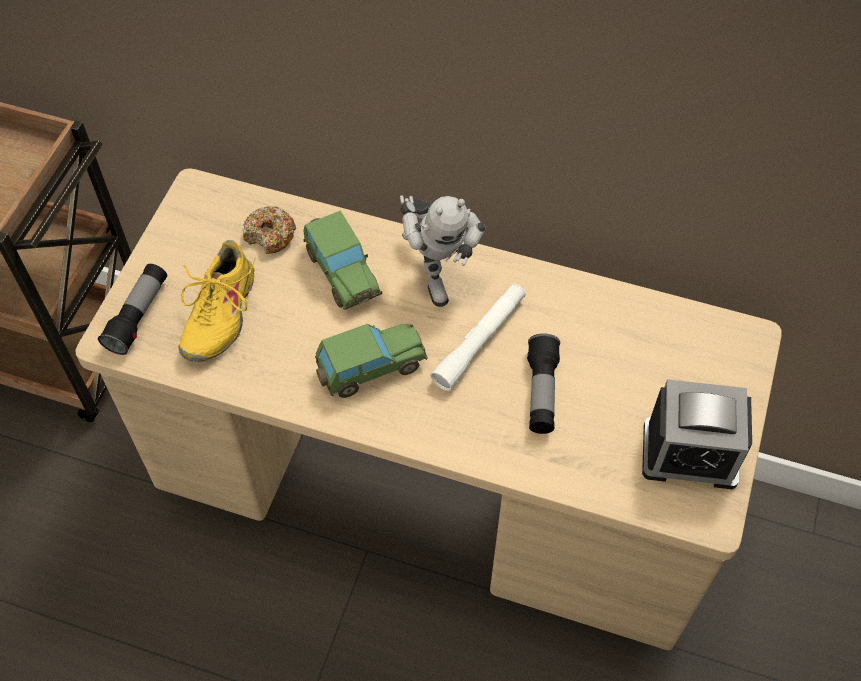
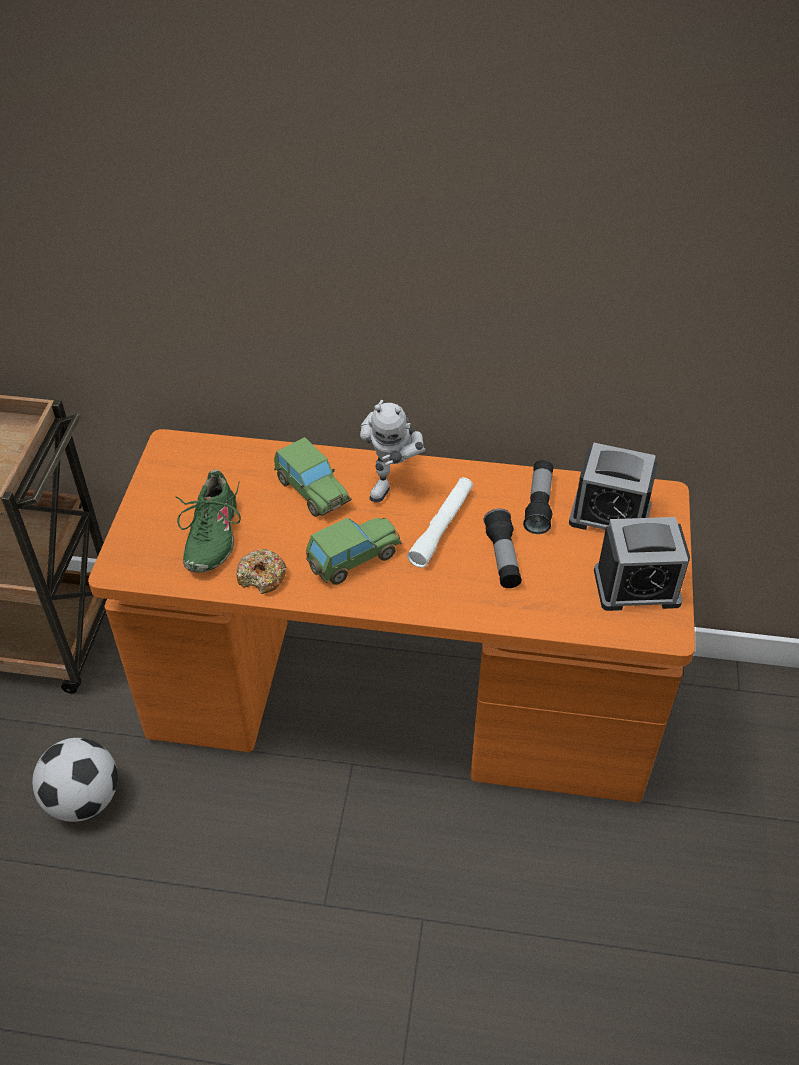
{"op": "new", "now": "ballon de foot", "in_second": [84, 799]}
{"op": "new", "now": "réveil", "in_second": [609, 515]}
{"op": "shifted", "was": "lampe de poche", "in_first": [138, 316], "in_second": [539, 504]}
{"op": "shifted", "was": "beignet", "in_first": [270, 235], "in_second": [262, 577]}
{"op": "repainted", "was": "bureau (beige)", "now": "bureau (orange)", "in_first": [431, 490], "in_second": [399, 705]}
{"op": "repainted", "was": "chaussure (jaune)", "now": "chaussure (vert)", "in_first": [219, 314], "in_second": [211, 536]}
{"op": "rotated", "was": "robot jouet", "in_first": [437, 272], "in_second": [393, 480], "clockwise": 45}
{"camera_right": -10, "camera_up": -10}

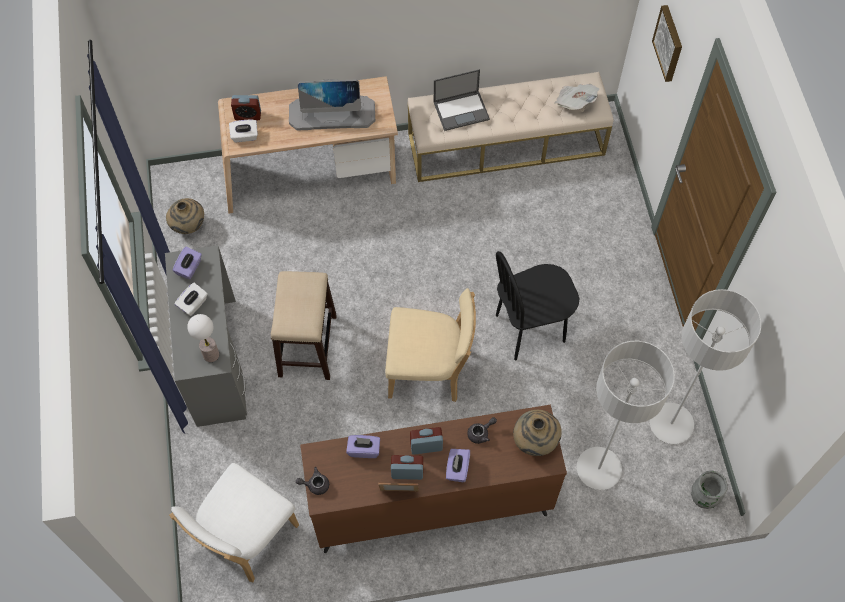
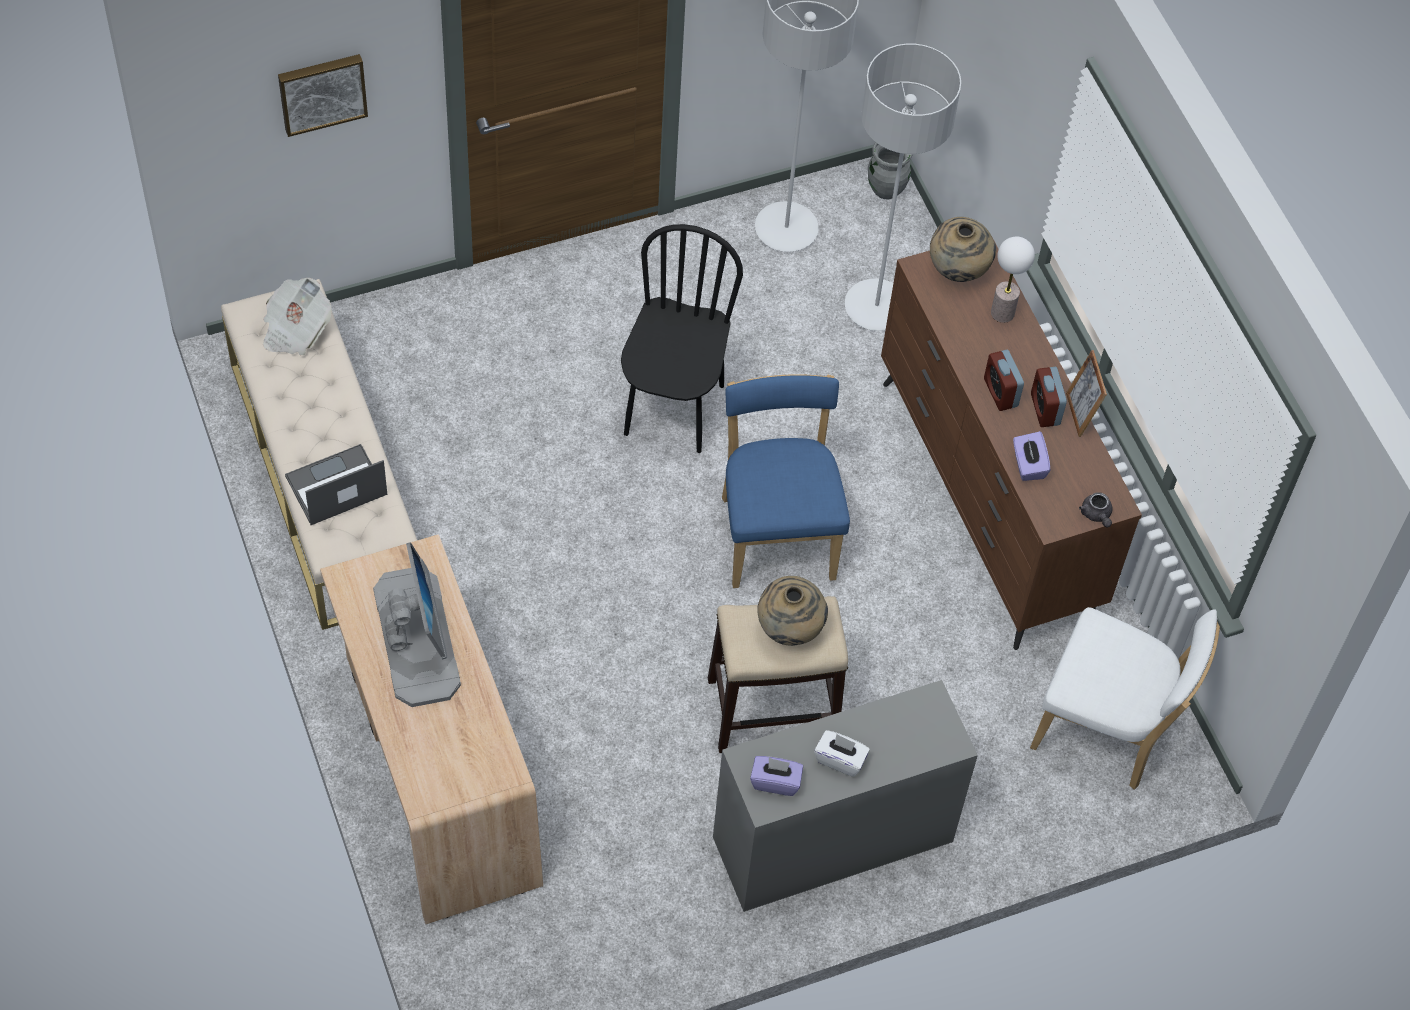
{"op": "gone", "was": "boîte à mouchoirs (blanc)", "in_first": [245, 136]}
{"op": "gone", "was": "réveil", "in_first": [247, 115]}
{"op": "gone", "was": "boîte à mouchoirs (violet)", "in_first": [457, 469]}
{"op": "gone", "was": "théière (gris)", "in_first": [481, 433]}
{"op": "shifted", "was": "vase (beige)", "in_first": [189, 227], "in_second": [790, 630]}
{"op": "shifted", "was": "lampe de table", "in_first": [211, 355], "in_second": [1003, 313]}
{"op": "repainted", "was": "chaise (beige)", "now": "chaise (bleu)", "in_first": [429, 371], "in_second": [777, 532]}
{"op": "rotated", "was": "ordinateur portable", "in_first": [462, 110], "in_second": [335, 486], "clockwise": -90}
{"op": "rotated", "was": "chaise (noir)", "in_first": [530, 329], "in_second": [673, 409], "clockwise": -135}
{"camera_right": -105, "camera_up": -5}

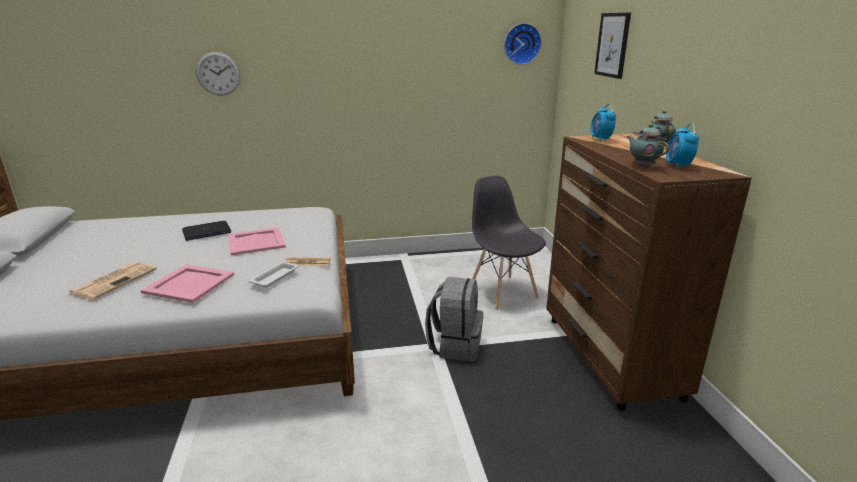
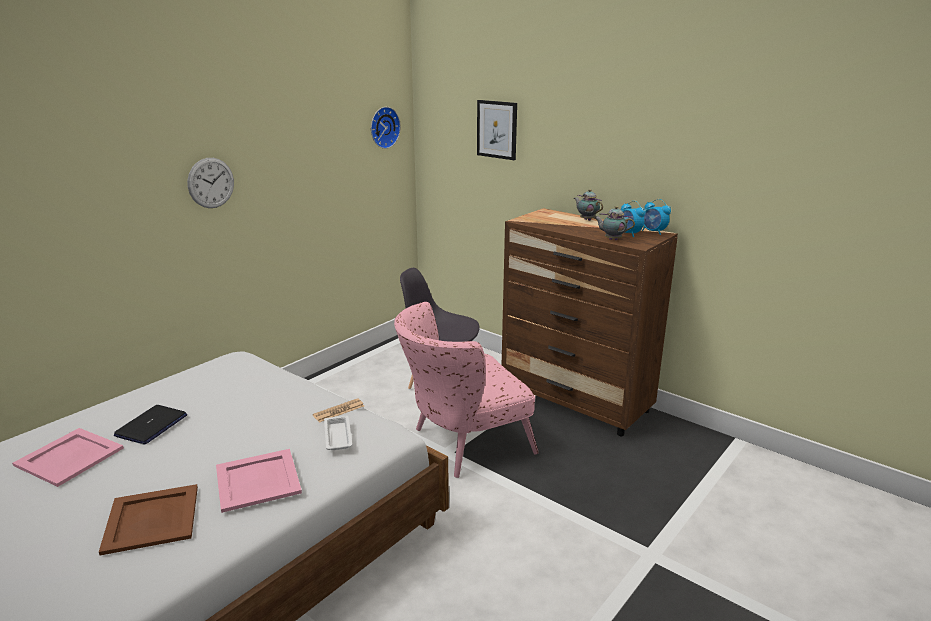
{"op": "shifted", "was": "horloge murale", "in_first": [218, 74], "in_second": [211, 183]}
{"op": "shifted", "was": "plateau (rose)", "in_first": [255, 242], "in_second": [69, 457]}
{"op": "shifted", "was": "réveil", "in_first": [600, 139], "in_second": [653, 232]}
{"op": "swapped", "was": "journal", "now": "plateau (marron)", "in_first": [115, 280], "in_second": [151, 518]}
{"op": "swapped", "was": "sac à dos (gris)", "now": "fauteuil (rose)", "in_first": [455, 345], "in_second": [461, 444]}
{"camera_right": -40, "camera_up": 0}

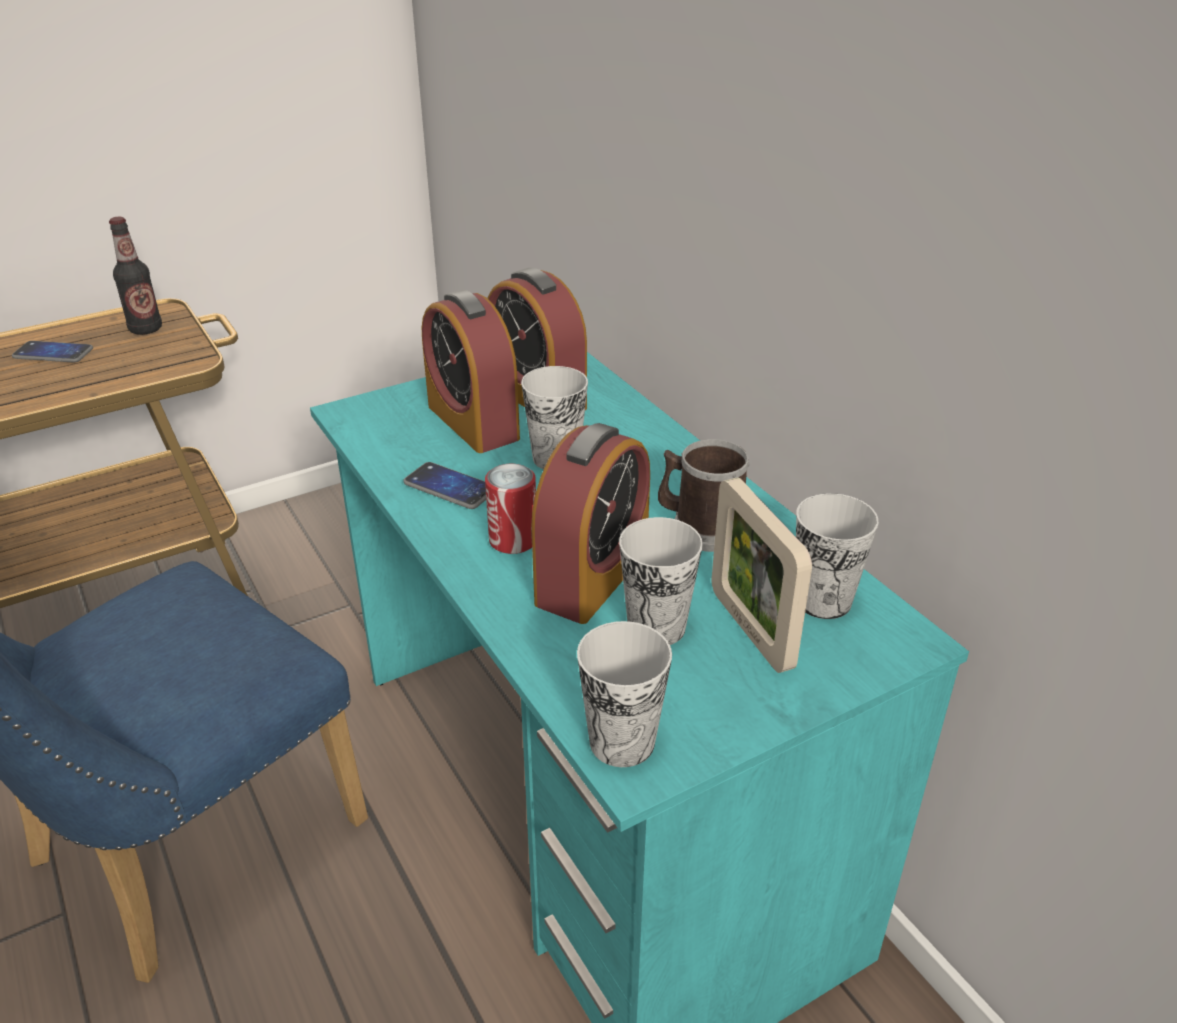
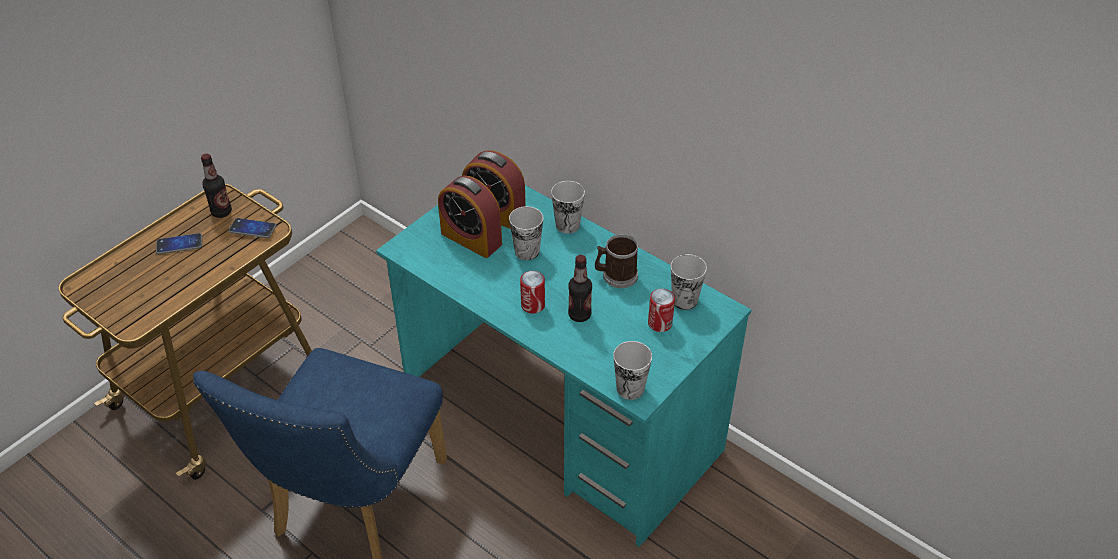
{"op": "shifted", "was": "téléphone", "in_first": [450, 487], "in_second": [252, 229]}
{"op": "shifted", "was": "tasse", "in_first": [656, 627], "in_second": [567, 225]}
{"op": "swapped", "was": "réveil", "now": "bouteille", "in_first": [592, 576], "in_second": [579, 315]}
{"op": "swapped", "was": "cadre photo", "now": "boîte métallique", "in_first": [751, 629], "in_second": [660, 323]}
{"camera_right": -20, "camera_up": 10}

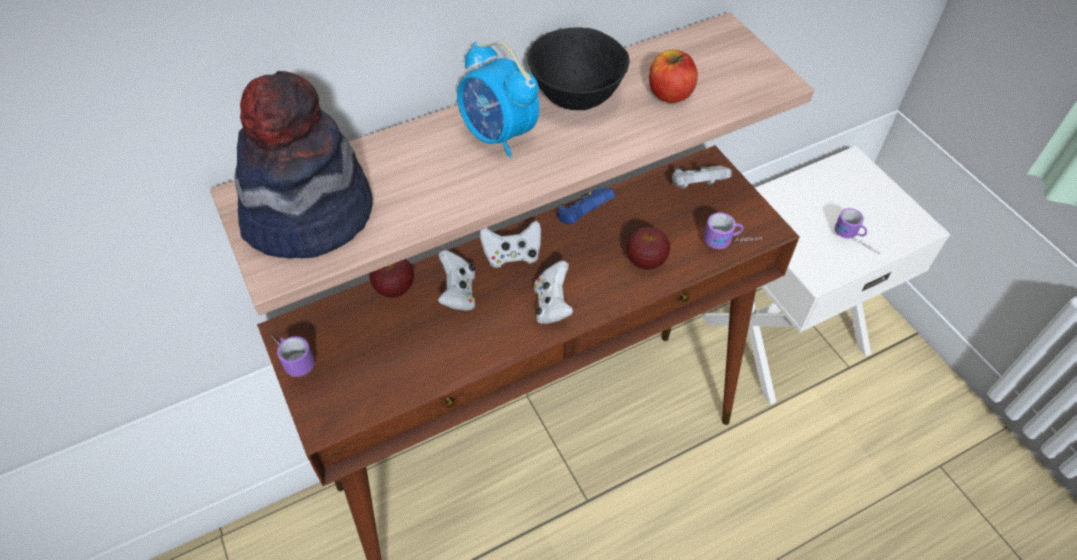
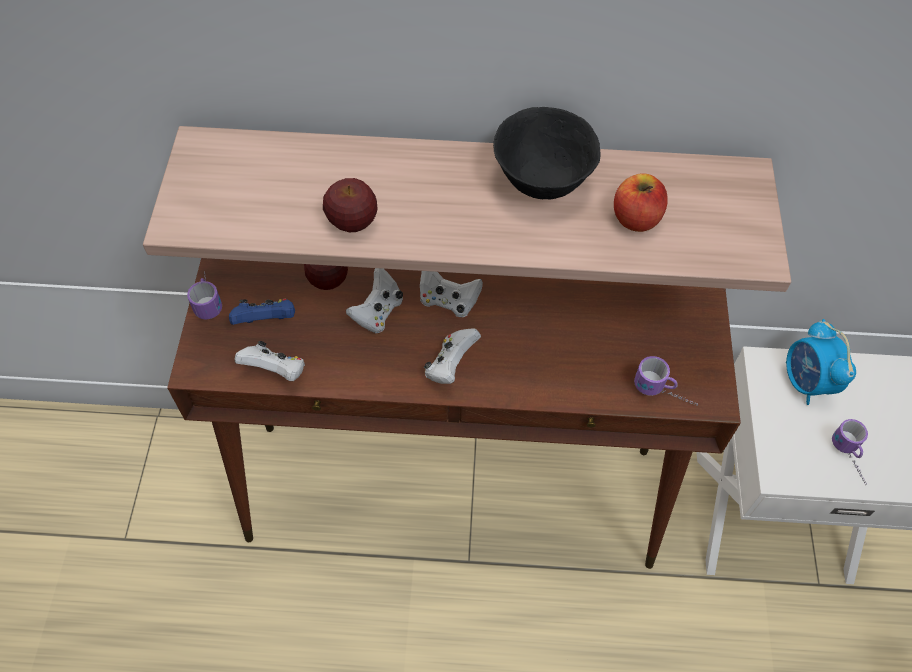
{"op": "gone", "was": "chapeau", "in_first": [309, 214]}
{"op": "shifted", "was": "réveil", "in_first": [498, 135], "in_second": [806, 382]}
{"op": "shifted", "was": "manette (bleu)", "in_first": [583, 217], "in_second": [266, 321]}
{"op": "shifted", "was": "pomme", "in_first": [646, 261], "in_second": [352, 222]}
{"op": "shifted", "was": "manette (blanc)", "in_first": [696, 187], "in_second": [276, 371]}
{"camera_right": 30, "camera_up": 5}

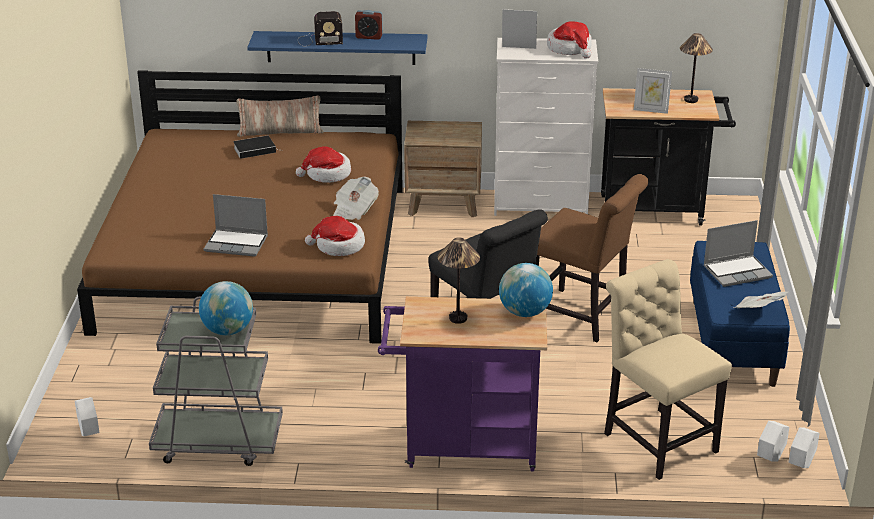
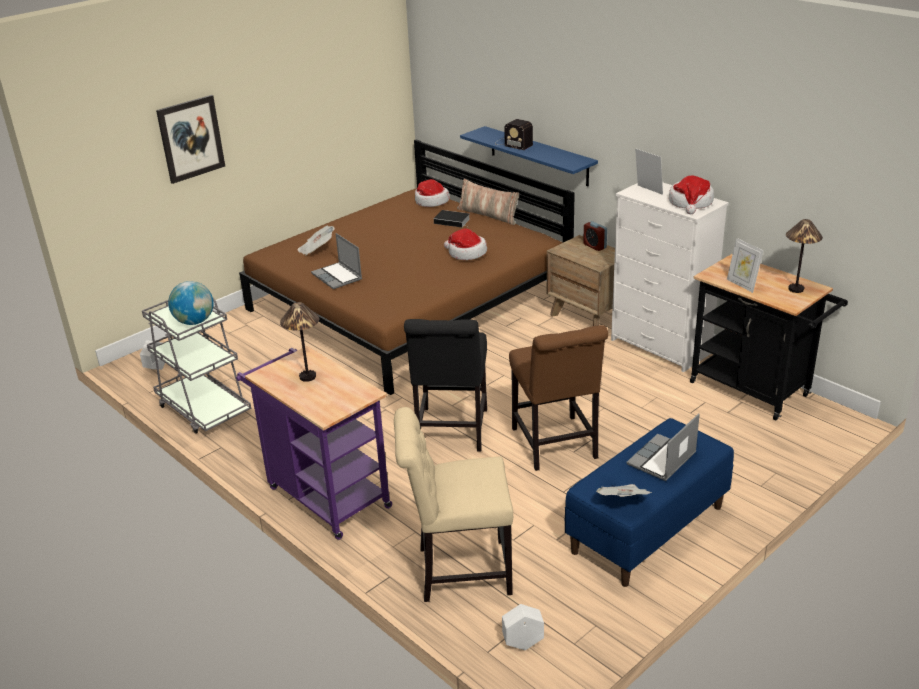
{"op": "gone", "was": "globe", "in_first": [524, 312]}
{"op": "gone", "was": "cache-pot (blanc)", "in_first": [801, 464]}
{"op": "new", "now": "tableau", "in_second": [191, 138]}
{"op": "shifted", "was": "chapeau", "in_first": [338, 246], "in_second": [431, 201]}
{"op": "shifted", "was": "journal", "in_first": [354, 210], "in_second": [316, 250]}
{"op": "shifted", "was": "réveil", "in_first": [369, 37], "in_second": [594, 246]}
{"op": "rotated", "was": "chaise (beige)", "in_first": [656, 440], "in_second": [458, 571], "clockwise": -105}
{"op": "rotated", "was": "ordinateur portable", "in_first": [737, 271], "in_second": [662, 460], "clockwise": 105}
{"camera_right": 45, "camera_up": 0}

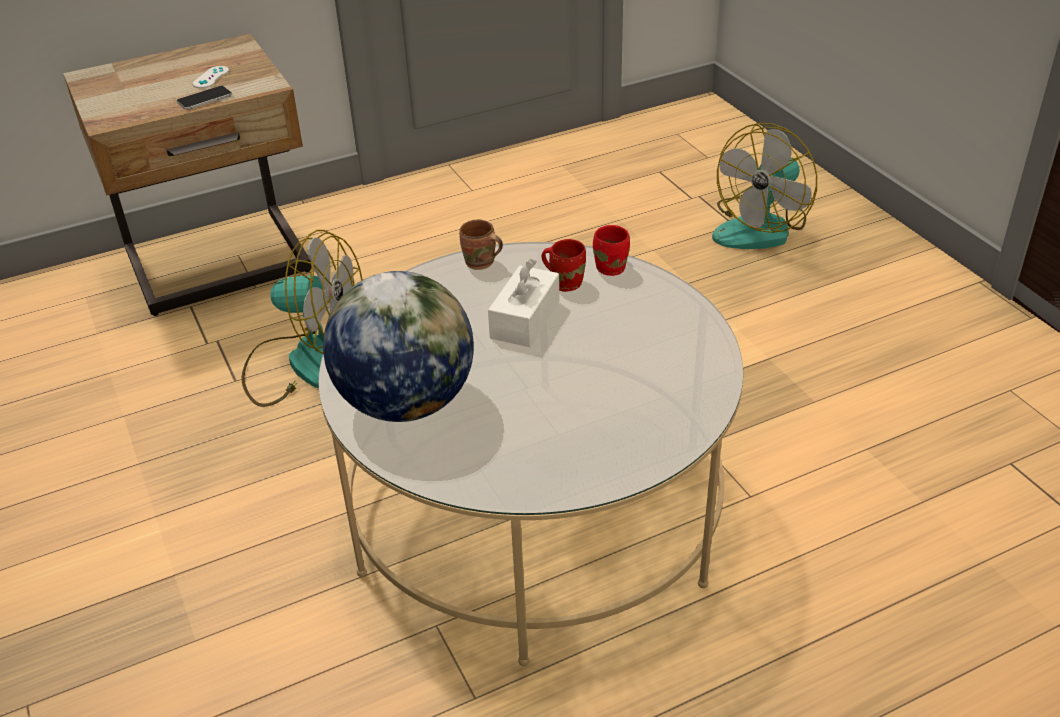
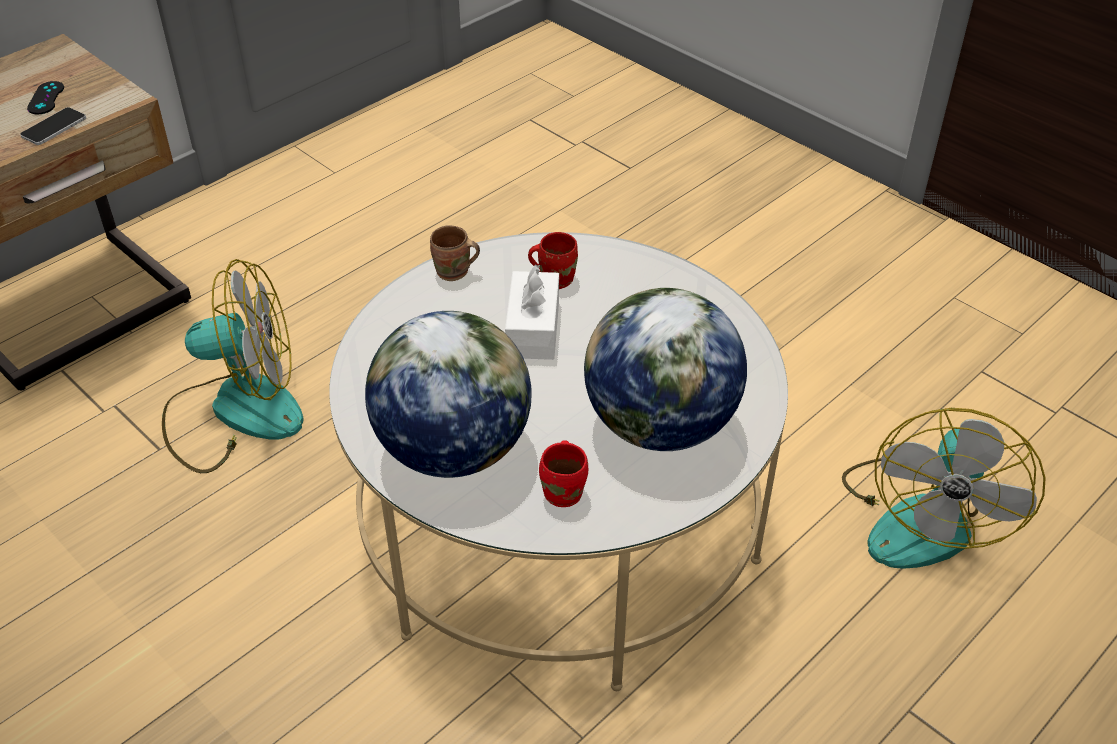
{"op": "new", "now": "globe", "in_second": [659, 426]}
{"op": "shifted", "was": "mug (rouge)", "in_first": [613, 267], "in_second": [565, 492]}
{"op": "shifted", "was": "ventilateur", "in_first": [761, 227], "in_second": [923, 516]}
{"op": "repainted", "was": "manette (blanc)", "now": "manette (noir)", "in_first": [211, 77], "in_second": [46, 98]}
{"camera_right": -20, "camera_up": 5}

